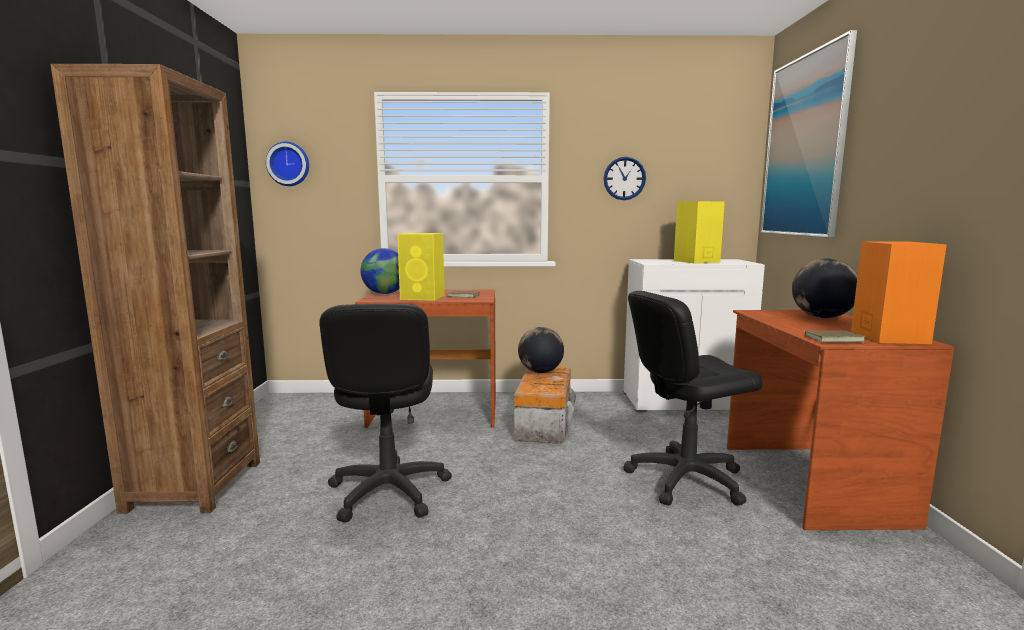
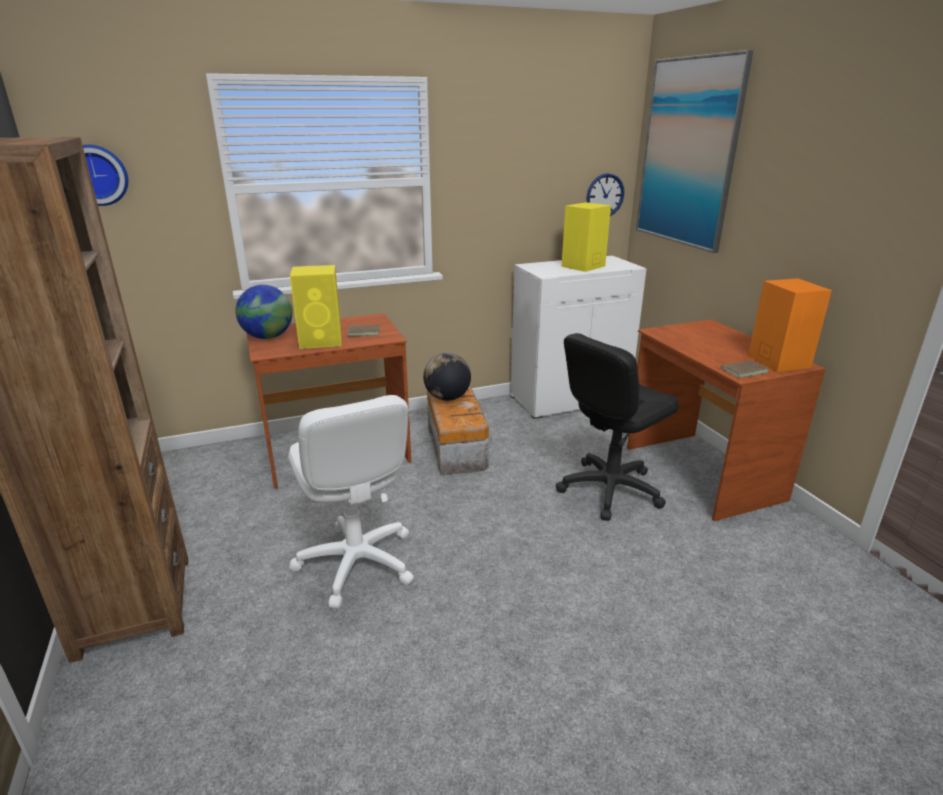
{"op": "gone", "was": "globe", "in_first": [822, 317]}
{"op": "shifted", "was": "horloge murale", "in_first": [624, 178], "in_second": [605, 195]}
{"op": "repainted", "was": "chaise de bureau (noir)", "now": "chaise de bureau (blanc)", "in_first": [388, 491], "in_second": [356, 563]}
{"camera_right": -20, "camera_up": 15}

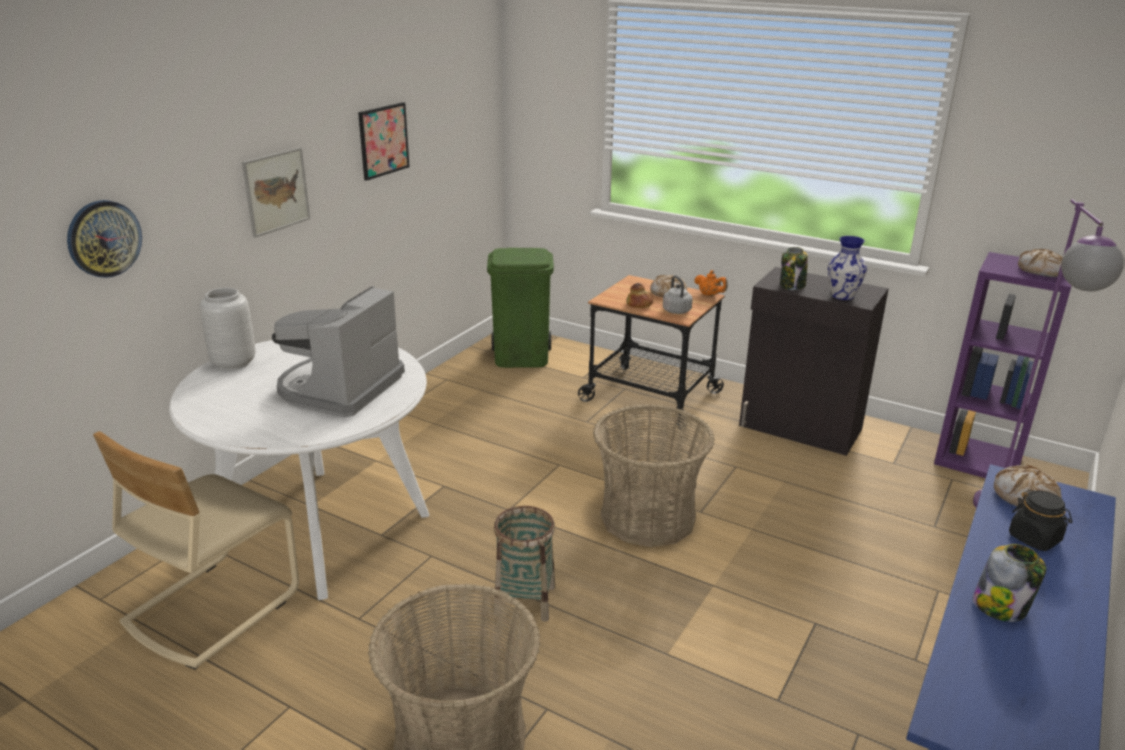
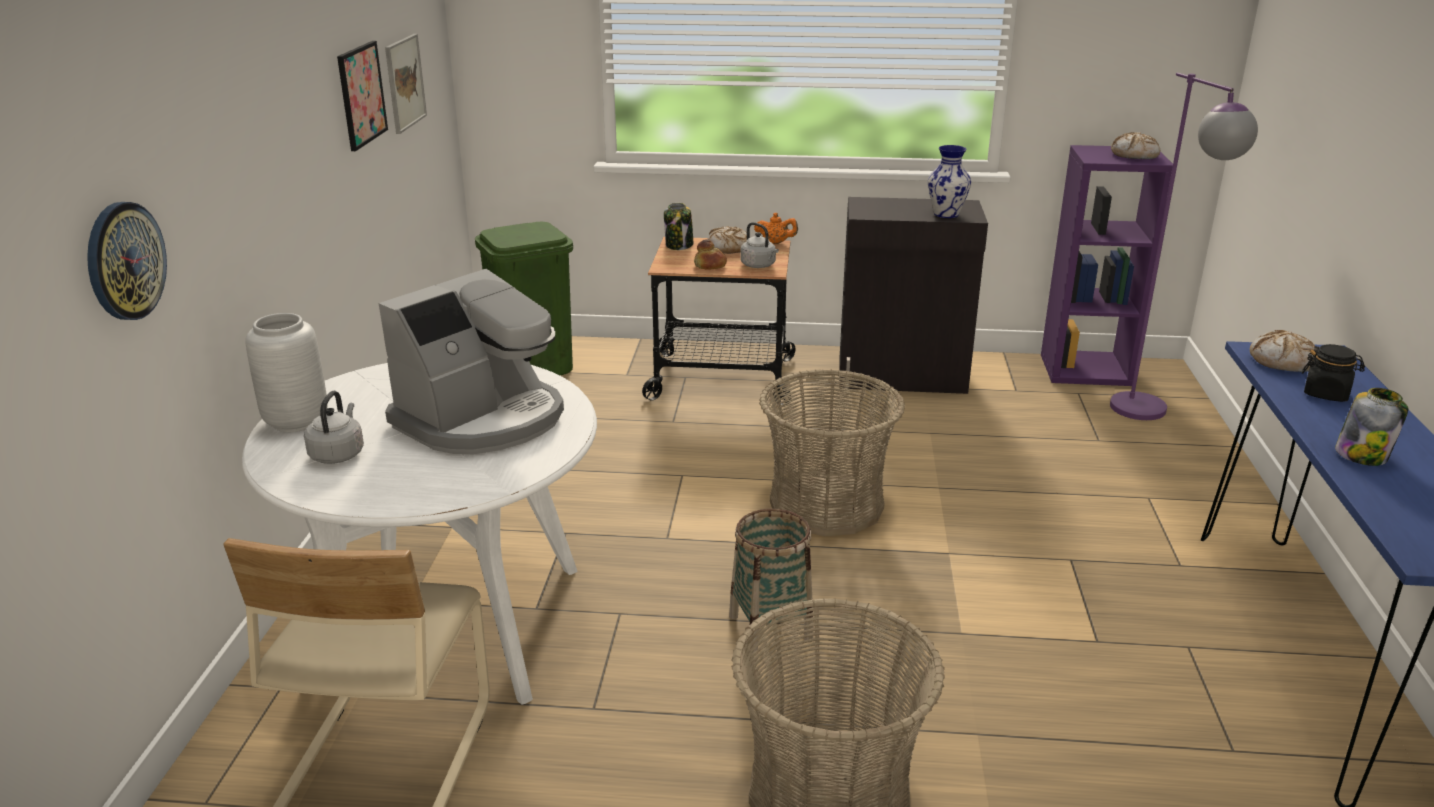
{"op": "new", "now": "bouilloire (gris)", "in_second": [338, 454]}
{"op": "shifted", "was": "tableau", "in_first": [276, 191], "in_second": [405, 83]}
{"op": "shifted", "was": "bocal", "in_first": [792, 285], "in_second": [679, 245]}
{"op": "rotated", "was": "machine à café", "in_first": [339, 388], "in_second": [482, 419], "clockwise": -135}
{"camera_right": -25, "camera_up": 0}

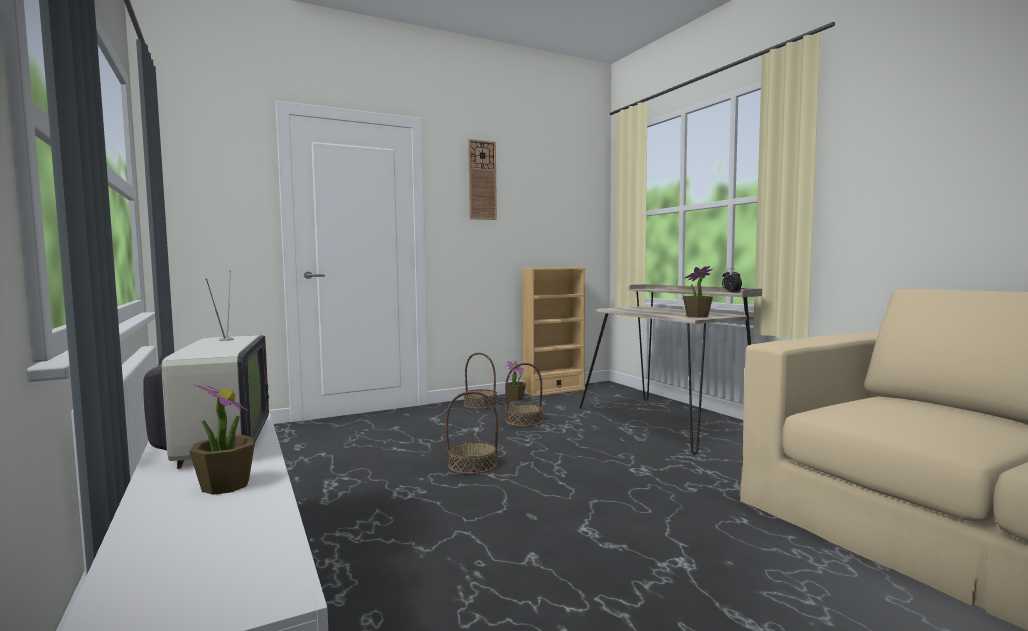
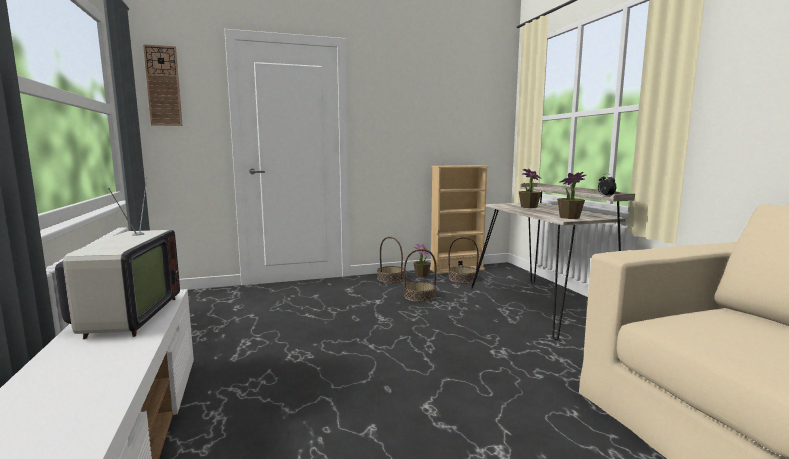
{"op": "shifted", "was": "plante en pot", "in_first": [225, 485], "in_second": [528, 207]}
{"op": "shifted", "was": "panier", "in_first": [472, 465], "in_second": [462, 279]}
{"op": "shifted", "was": "horloge murale", "in_first": [482, 180], "in_second": [163, 86]}
{"camera_right": 10, "camera_up": 5}

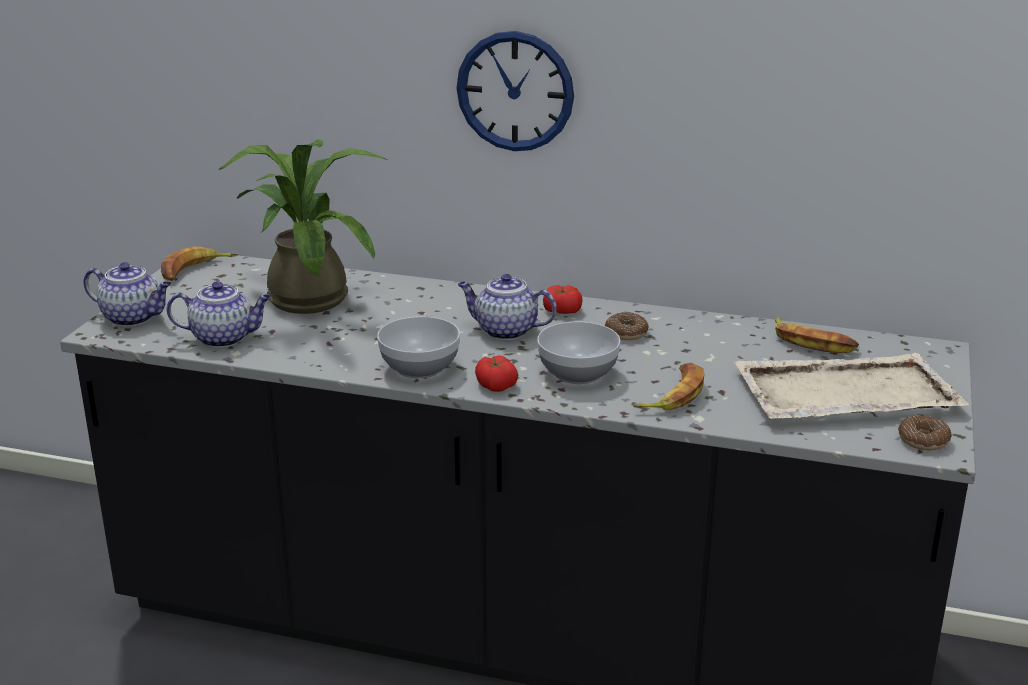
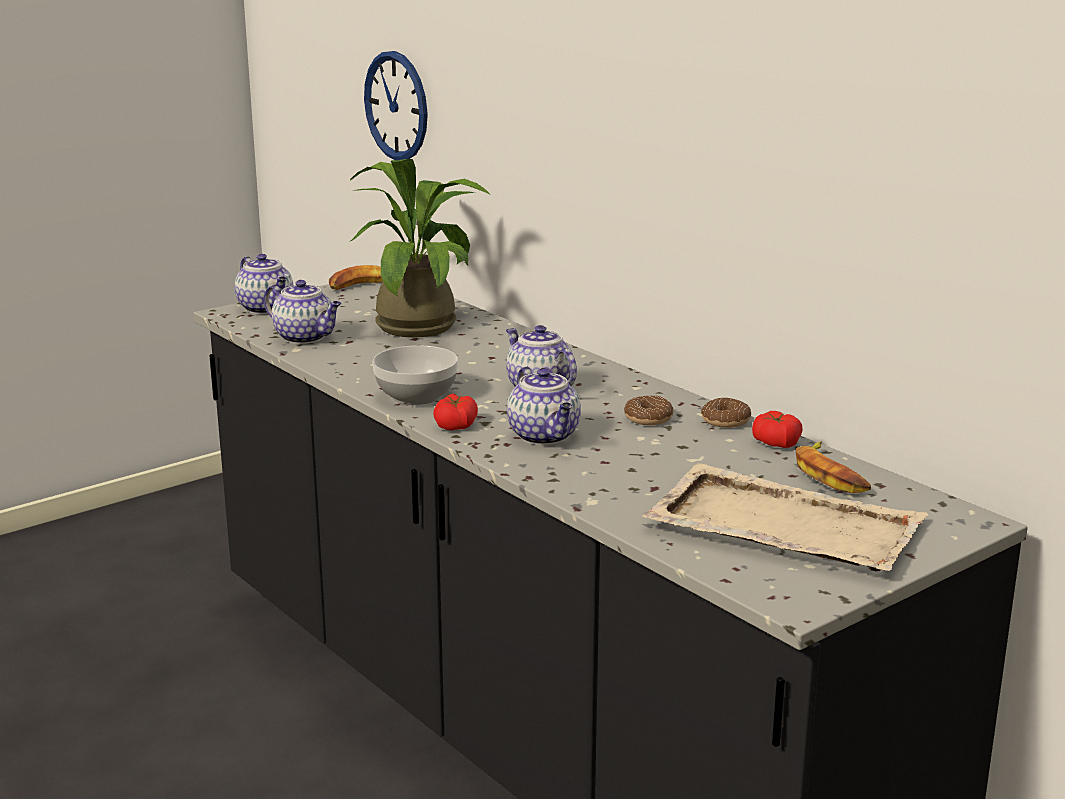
{"op": "gone", "was": "banane", "in_first": [672, 395]}
{"op": "shifted", "was": "horloge murale", "in_first": [515, 91], "in_second": [396, 106]}
{"op": "shifted", "was": "tomate", "in_first": [562, 310], "in_second": [776, 443]}
{"op": "shifted", "was": "beignet", "in_first": [923, 440], "in_second": [725, 421]}
{"op": "swapped", "was": "bol", "now": "théière", "in_first": [579, 373], "in_second": [545, 436]}
{"camera_right": 35, "camera_up": -5}

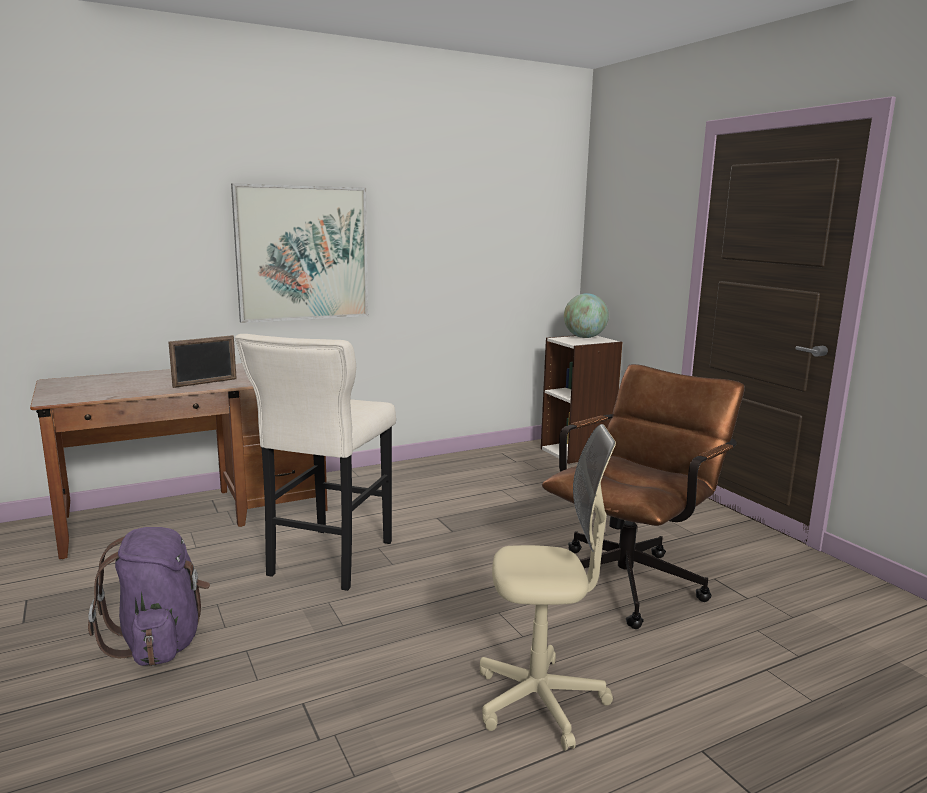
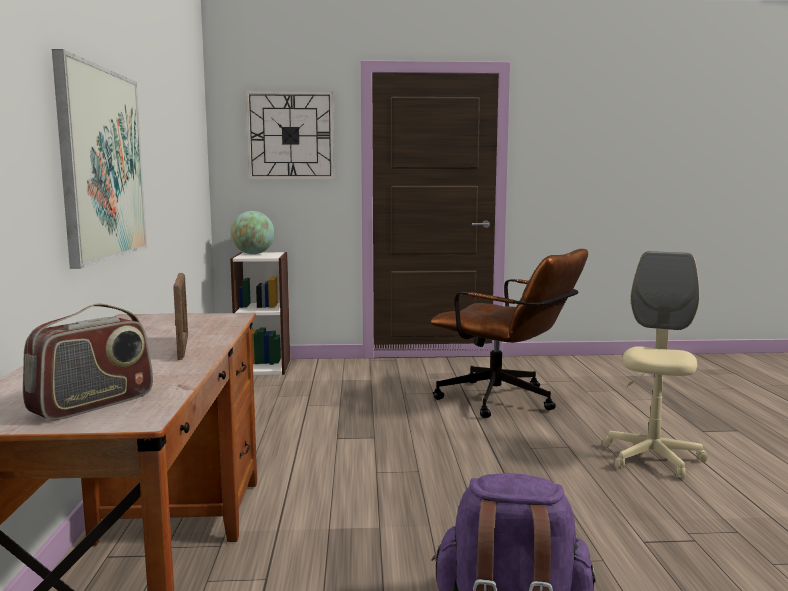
{"op": "gone", "was": "tabouret (beige)", "in_first": [328, 561]}
{"op": "new", "now": "radio", "in_second": [93, 404]}
{"op": "new", "now": "horloge murale", "in_second": [290, 135]}
{"op": "rotated", "was": "chaise de bureau (marron)", "in_first": [632, 578], "in_second": [506, 402], "clockwise": 150}
{"camera_right": -65, "camera_up": -5}

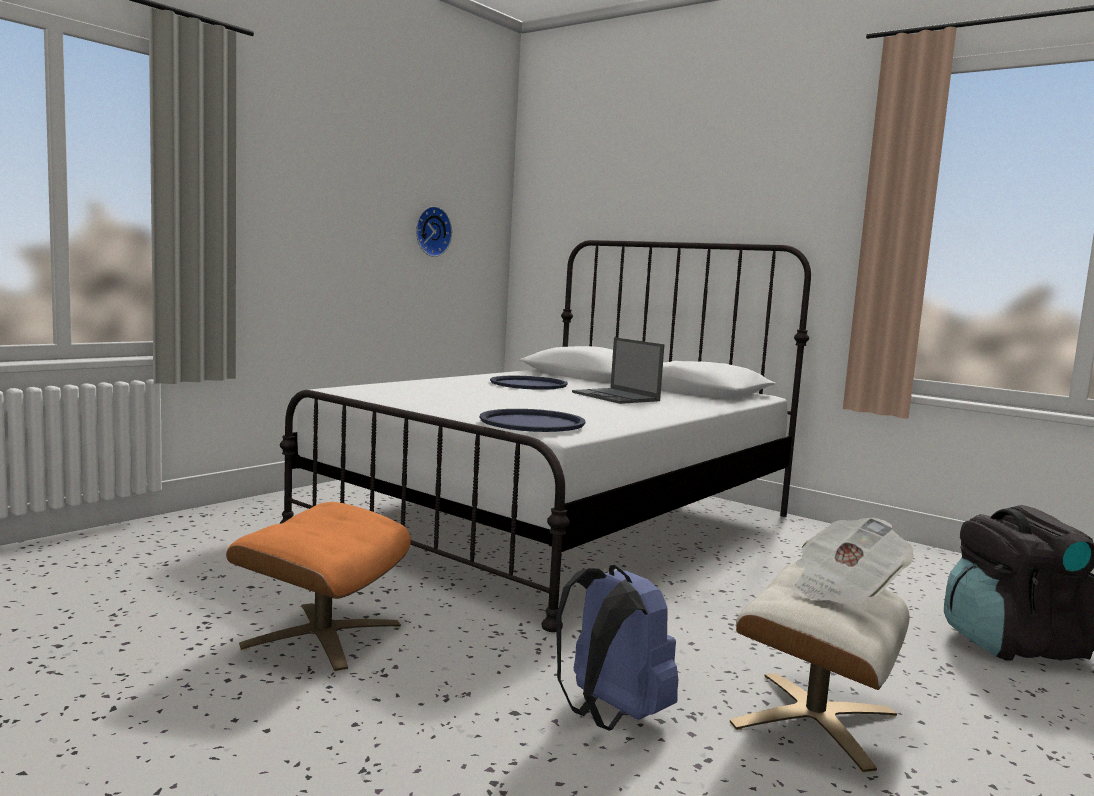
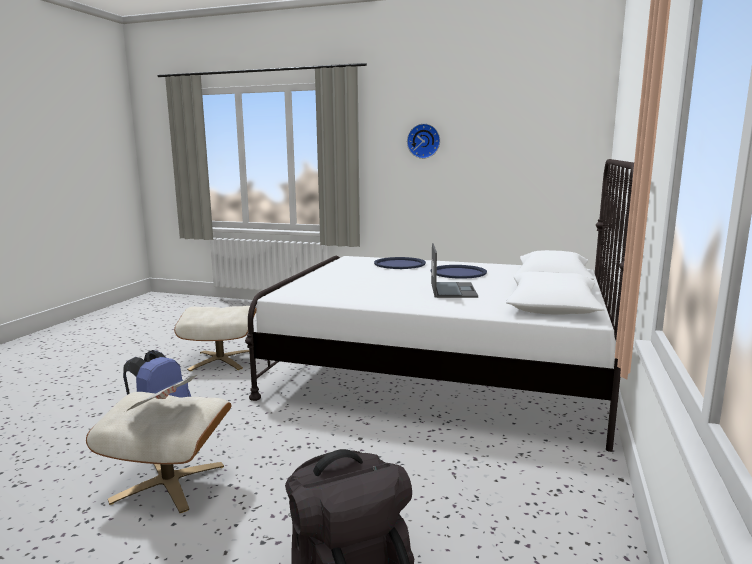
{"op": "shifted", "was": "horloge murale", "in_first": [431, 231], "in_second": [424, 141]}
{"op": "shifted", "was": "plateau (bleu)", "in_first": [532, 422], "in_second": [399, 264]}
{"op": "repainted", "was": "pouf (orange)", "now": "pouf (beige)", "in_first": [322, 635], "in_second": [220, 360]}
{"op": "rotated", "was": "ordinateur portable", "in_first": [616, 397], "in_second": [452, 290], "clockwise": 150}
{"camera_right": 70, "camera_up": 5}

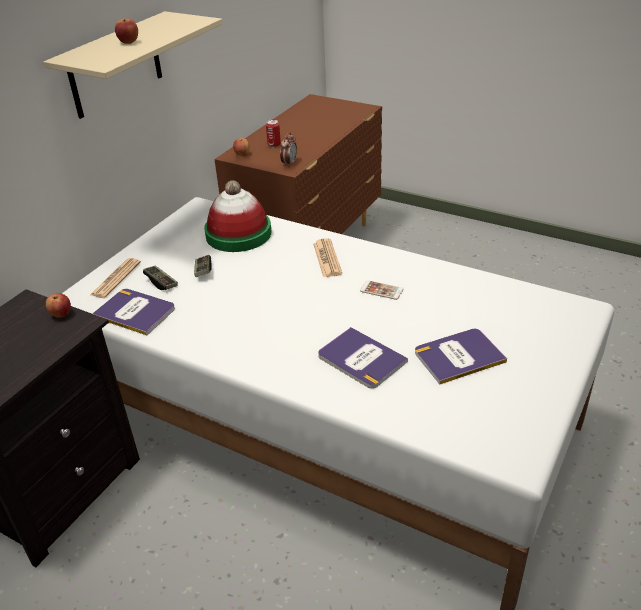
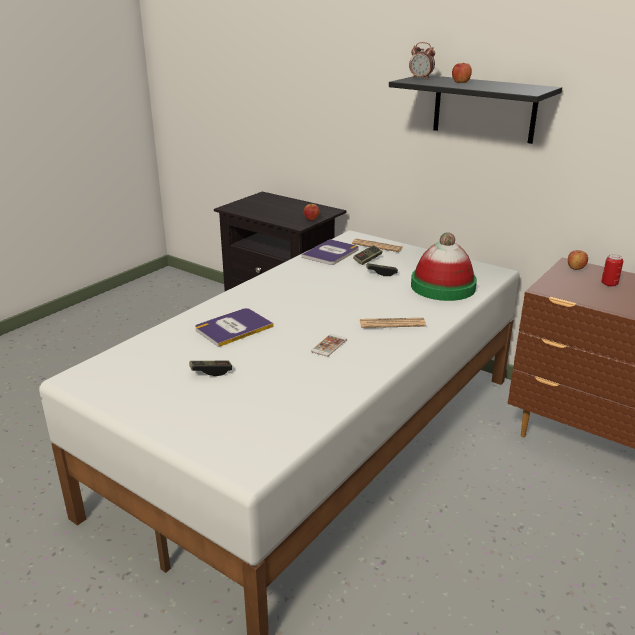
{"op": "shifted", "was": "réveil", "in_first": [289, 163], "in_second": [421, 78]}
{"op": "swapped", "was": "livre", "now": "manette", "in_first": [459, 356], "in_second": [211, 372]}
{"op": "repainted", "was": "étagère (beige)", "now": "étagère (noir)", "in_first": [115, 66], "in_second": [484, 108]}
{"camera_right": 95, "camera_up": -10}

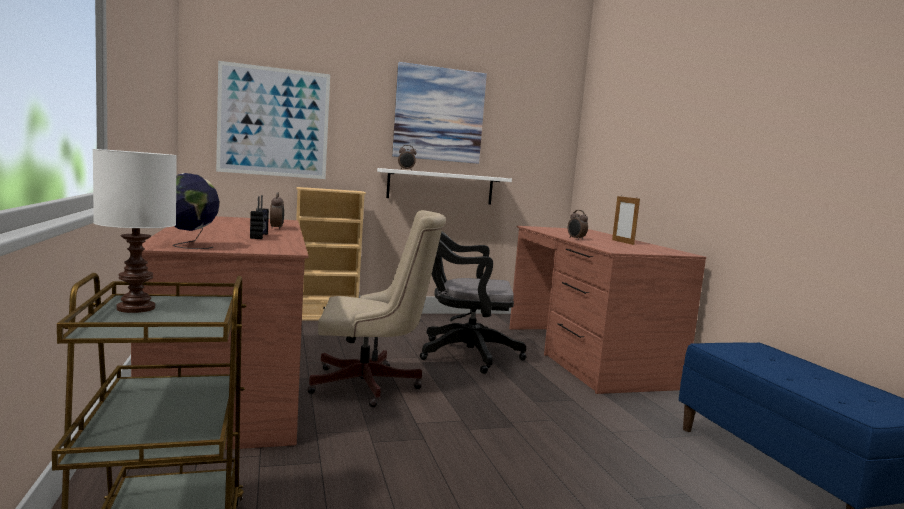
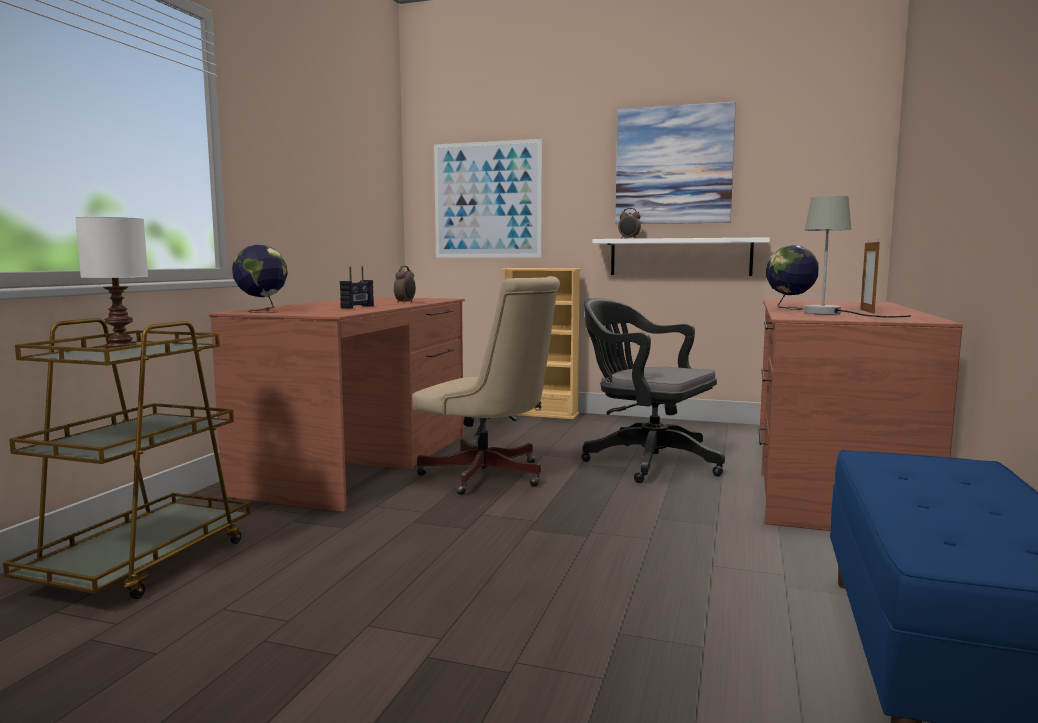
{"op": "new", "now": "lampe de table (gris)", "in_second": [833, 313]}
{"op": "swapped", "was": "réveil", "now": "globe", "in_first": [576, 239], "in_second": [789, 309]}
{"camera_right": 35, "camera_up": 0}

